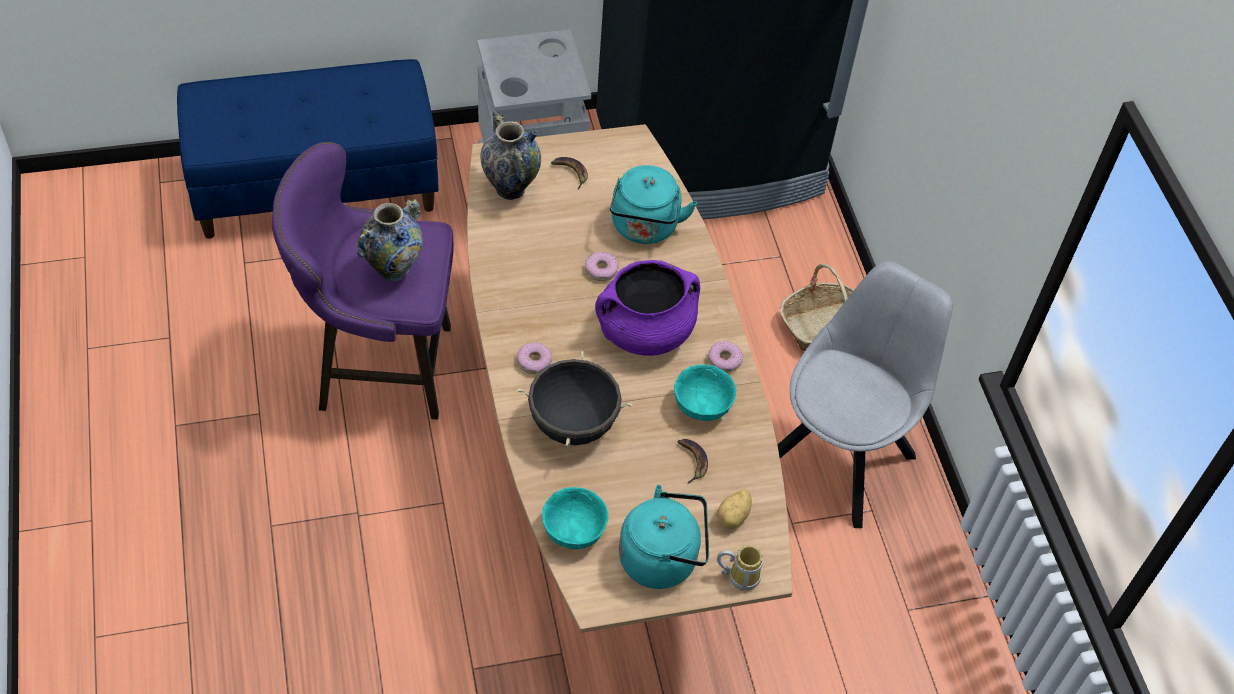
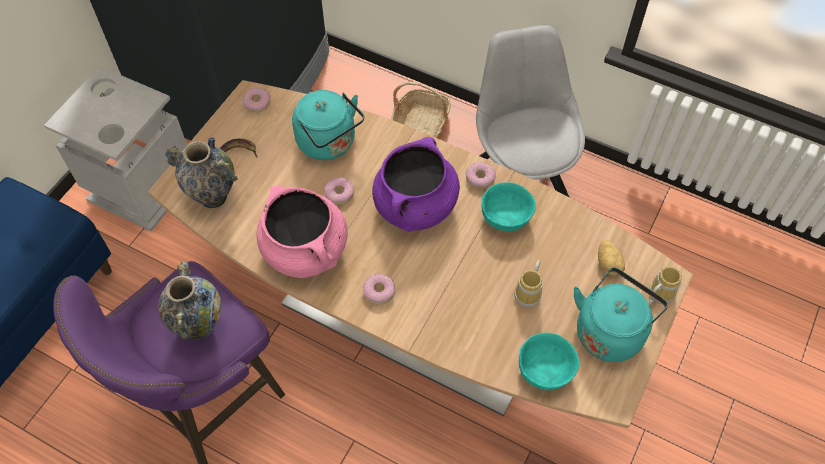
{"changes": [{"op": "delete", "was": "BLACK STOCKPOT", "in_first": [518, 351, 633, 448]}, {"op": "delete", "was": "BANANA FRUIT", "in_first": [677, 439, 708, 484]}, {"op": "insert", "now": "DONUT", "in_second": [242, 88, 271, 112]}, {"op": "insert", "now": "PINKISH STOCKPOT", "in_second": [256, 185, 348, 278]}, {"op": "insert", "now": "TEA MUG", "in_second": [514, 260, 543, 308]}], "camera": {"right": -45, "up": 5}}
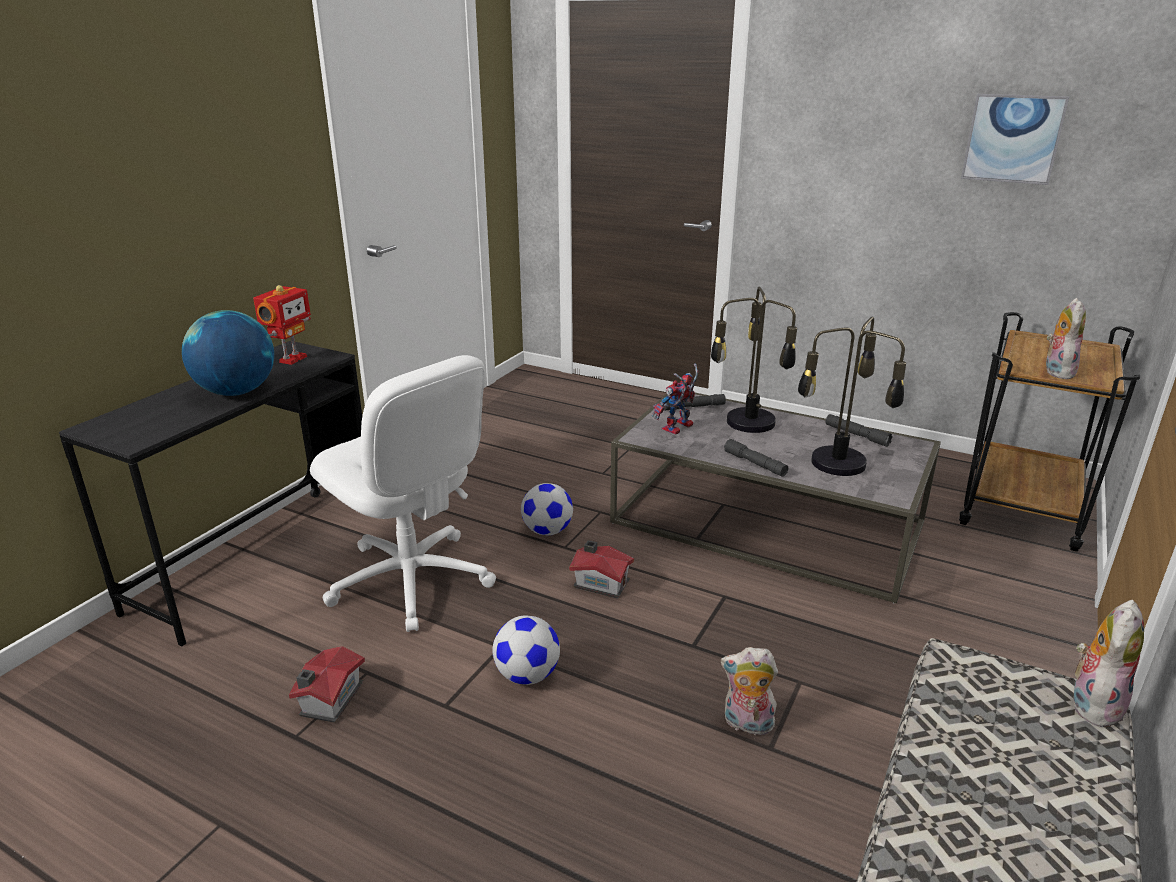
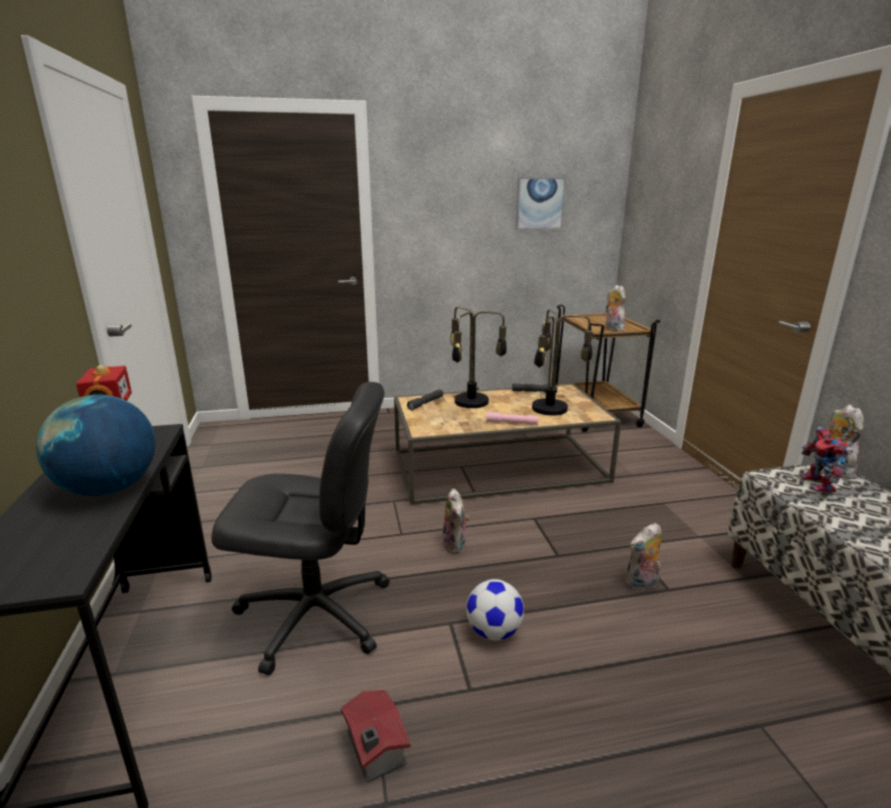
{"changes": [{"op": "recolor", "was": "WHITE COMPUTER CHAIR", "now": "BLACK COMPUTER CHAIR", "in_first": [310, 355, 496, 632], "in_second": [212, 382, 390, 676]}, {"op": "delete", "was": "FOOTBALL BALL", "in_first": [521, 483, 573, 535]}, {"op": "replace", "was": "TOY HOUSE", "now": "SOFT TOY", "in_first": [569, 540, 634, 598], "in_second": [442, 488, 470, 554]}, {"op": "recolor", "was": "GRAY COFFEE TABLE", "now": "BROWN COFFEE TABLE", "in_first": [610, 393, 941, 603], "in_second": [394, 384, 621, 505]}, {"op": "move", "was": "MODEL ROBOT", "in_first": [652, 363, 698, 434], "in_second": [800, 415, 861, 492]}, {"op": "recolor", "was": "GRAY FLASHLIGHT", "now": "PINKISH FLASHLIGHT", "in_first": [724, 439, 788, 477], "in_second": [486, 412, 538, 425]}], "camera": {"right": -40, "up": -5}}
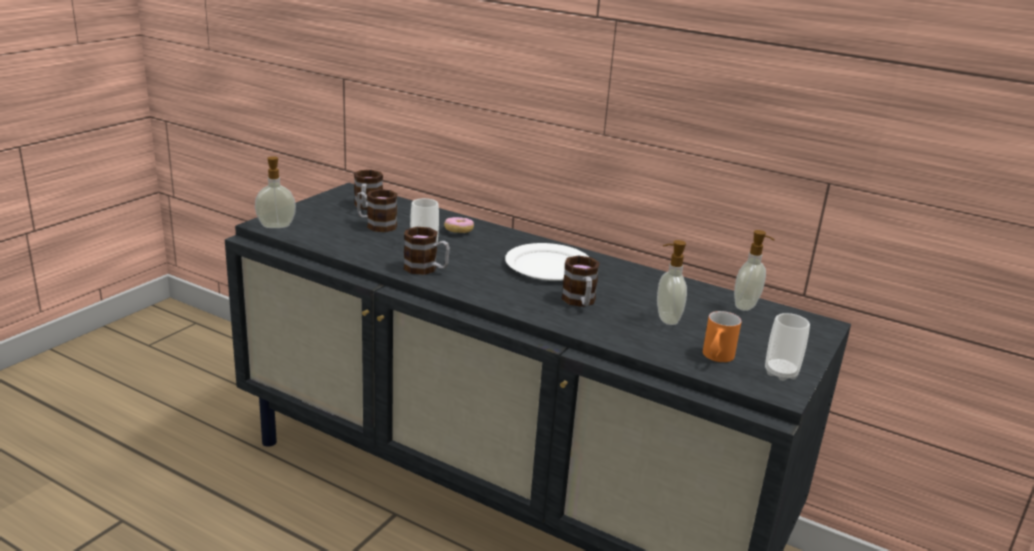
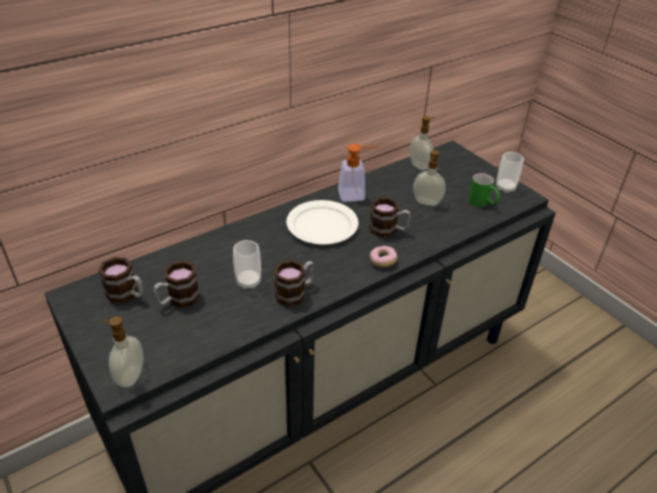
{"changes": [{"op": "move", "was": "DONUT", "in_first": [444, 217, 474, 233], "in_second": [370, 246, 397, 267]}, {"op": "recolor", "was": "ORANGE-COLOURED TEA MUG", "now": "GREENISH TEA MUG", "in_first": [703, 311, 742, 362], "in_second": [468, 173, 500, 207]}, {"op": "insert", "now": "LIQUID SOAP BOTTLE", "in_second": [338, 144, 379, 202]}], "camera": {"right": -65, "up": 15}}
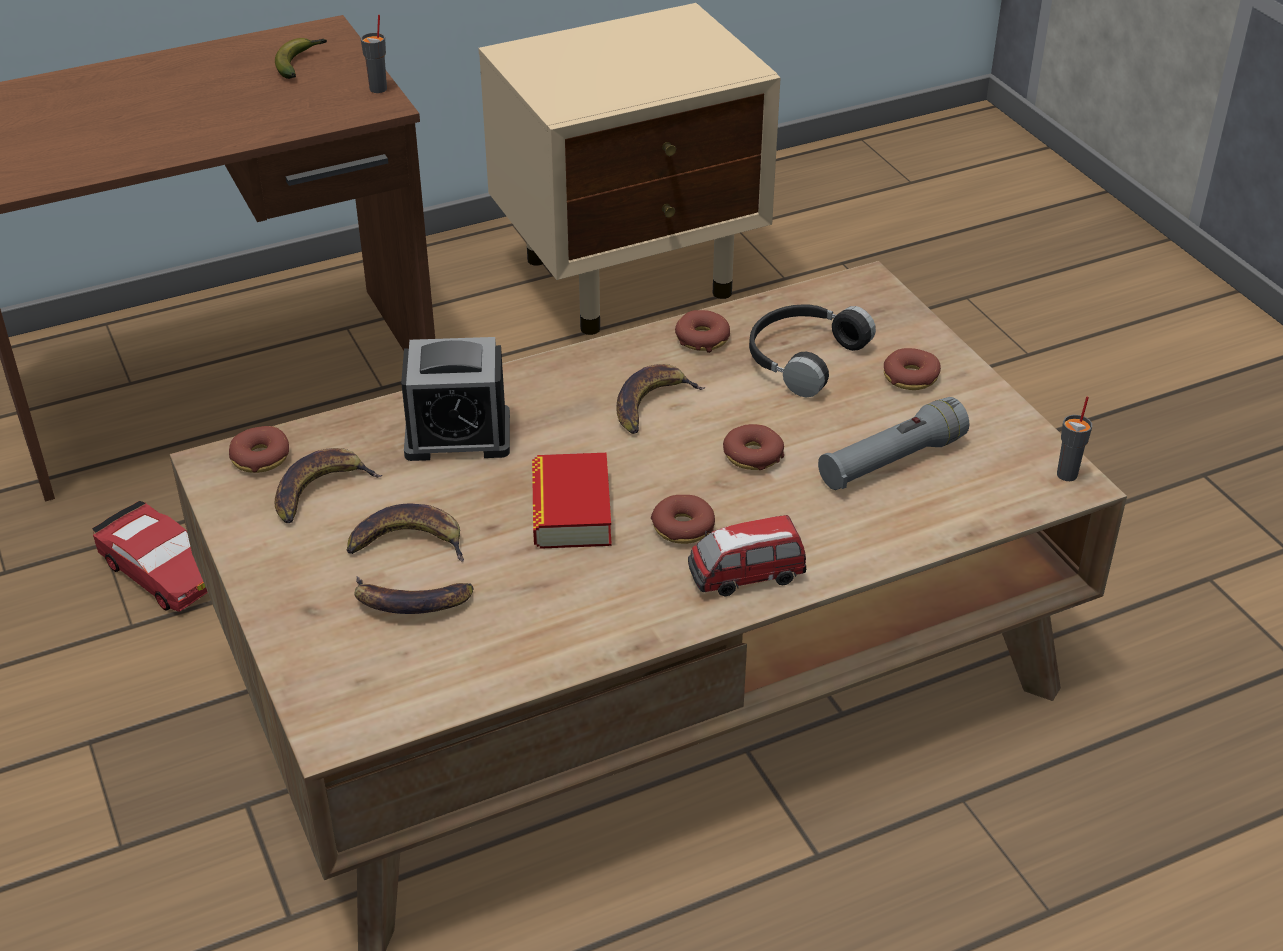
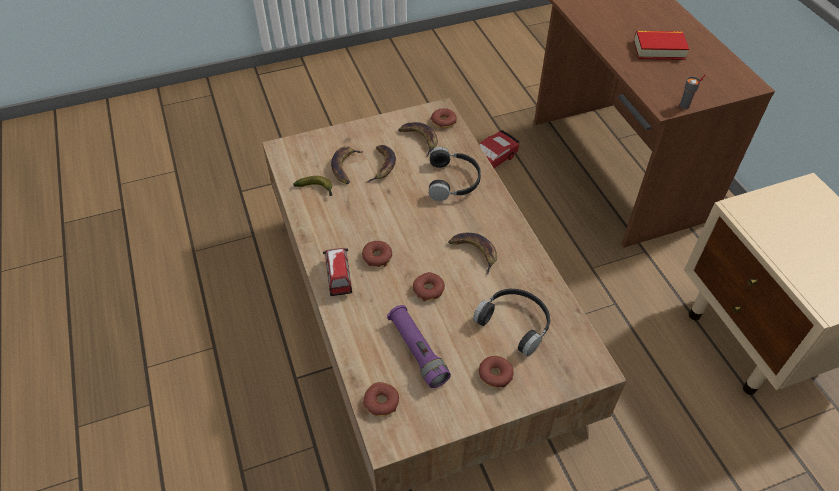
{"changes": [{"op": "move", "was": "BANANA FRUIT", "in_first": [275, 38, 327, 79], "in_second": [293, 176, 332, 196]}, {"op": "replace", "was": "TABLE CLOCK", "now": "BLACK HEADSET", "in_first": [401, 337, 510, 461], "in_second": [429, 147, 481, 201]}, {"op": "move", "was": "BOUND BOOK", "in_first": [532, 453, 612, 549], "in_second": [634, 31, 689, 60]}, {"op": "move", "was": "DONUT", "in_first": [675, 310, 730, 353], "in_second": [363, 382, 399, 417]}, {"op": "recolor", "was": "GRAY FLASHLIGHT", "now": "PURPLE FLASHLIGHT", "in_first": [818, 397, 969, 490], "in_second": [387, 305, 451, 388]}, {"op": "delete", "was": "GRAY SMALL CUP", "in_first": [1057, 397, 1092, 481]}], "camera": {"right": 95, "up": 10}}
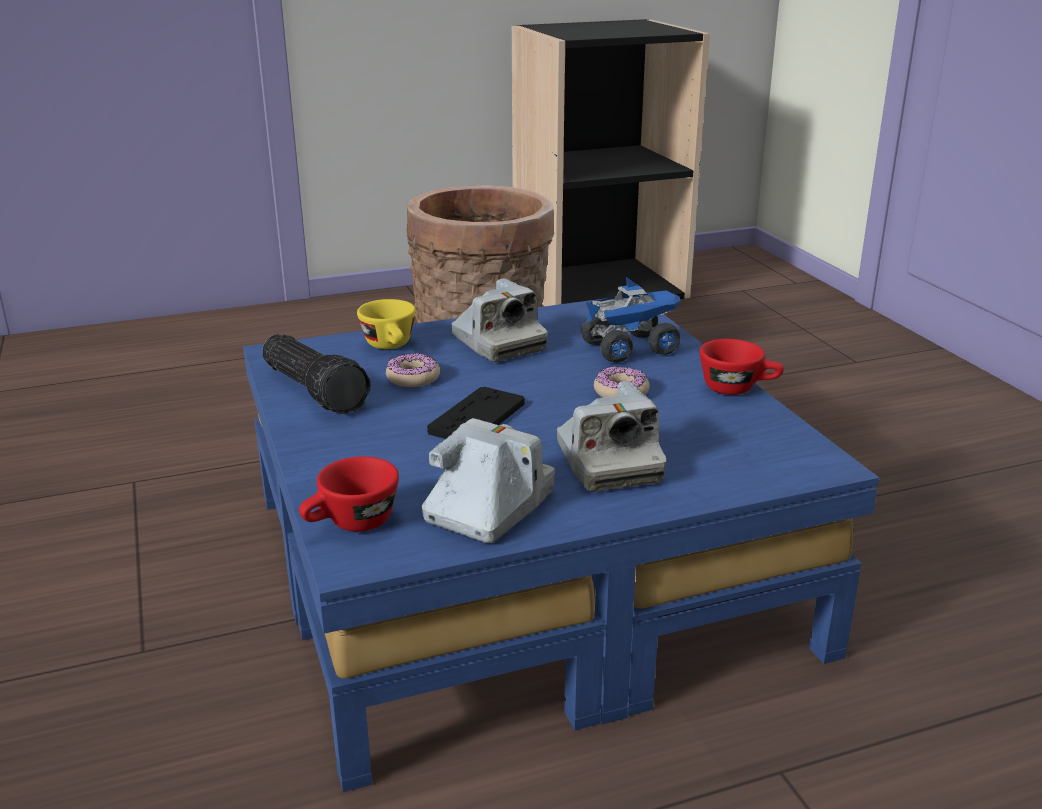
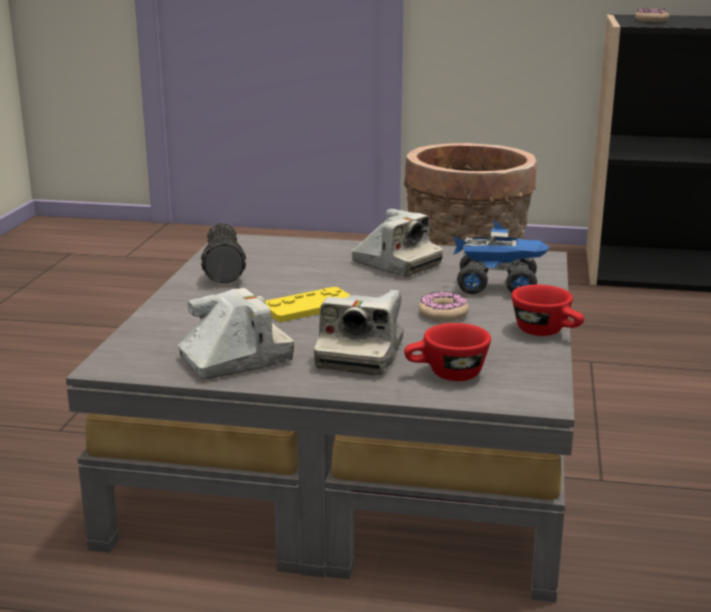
{"changes": [{"op": "recolor", "was": "BLUISH COFFEE TABLE", "now": "GRAY COFFEE TABLE", "in_first": [243, 298, 879, 792], "in_second": [66, 234, 574, 602]}, {"op": "move", "was": "RED-COLOURED SMALL CUP", "in_first": [299, 456, 399, 532], "in_second": [404, 323, 491, 381]}, {"op": "delete", "was": "YELLOWISH SMALL CUP", "in_first": [357, 299, 416, 349]}, {"op": "move", "was": "DONUT", "in_first": [386, 353, 440, 387], "in_second": [635, 8, 669, 22]}, {"op": "recolor", "was": "BLACK GAMEPAD", "now": "YELLOWISH GAMEPAD", "in_first": [427, 387, 524, 439], "in_second": [265, 287, 350, 322]}, {"op": "rotate", "was": "PHOTO CAMERA", "in_first": [451, 278, 547, 362], "in_second": [351, 209, 443, 277], "clockwise": -45}], "camera": {"right": 30, "up": -5}}
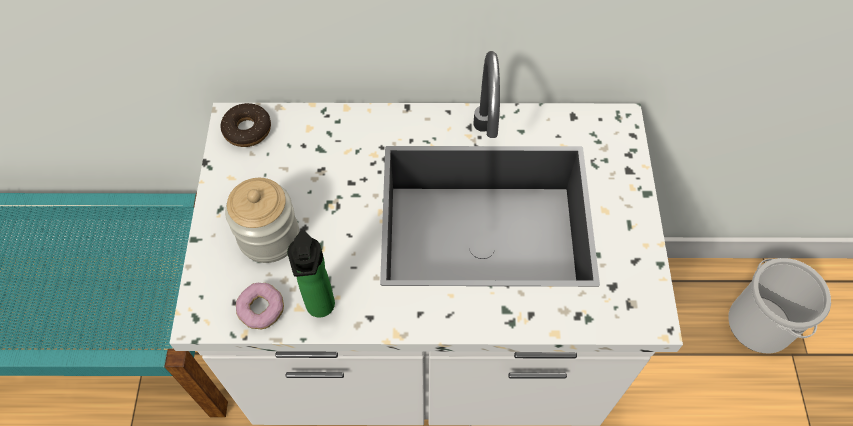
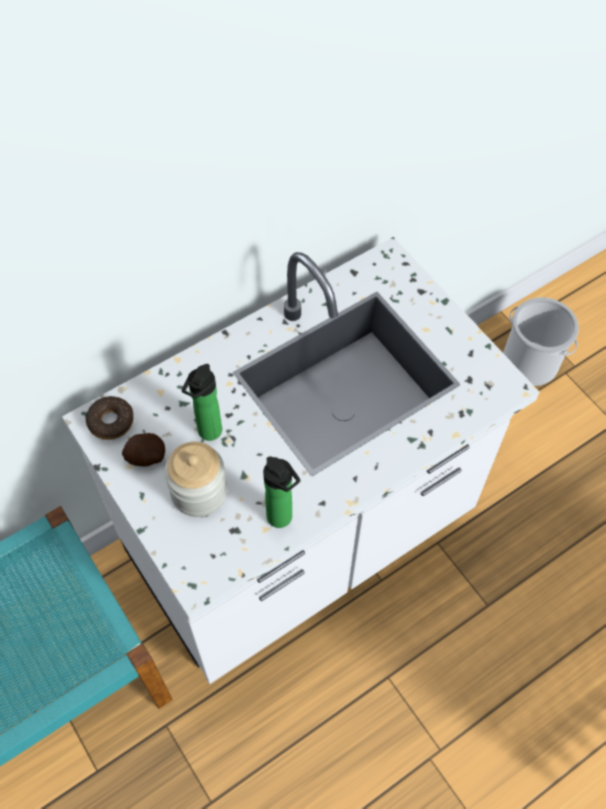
{"changes": [{"op": "delete", "was": "DONUT", "in_first": [236, 283, 284, 329]}, {"op": "insert", "now": "POTATO", "in_second": [122, 433, 165, 466]}, {"op": "insert", "now": "BEVERAGE BOTTLE", "in_second": [182, 364, 222, 441]}], "camera": {"right": -35, "up": 0}}
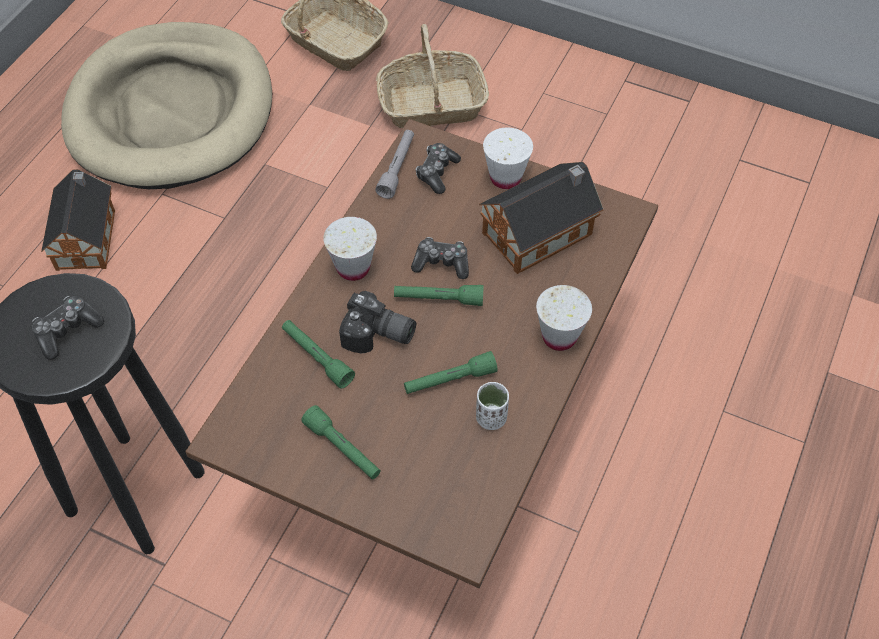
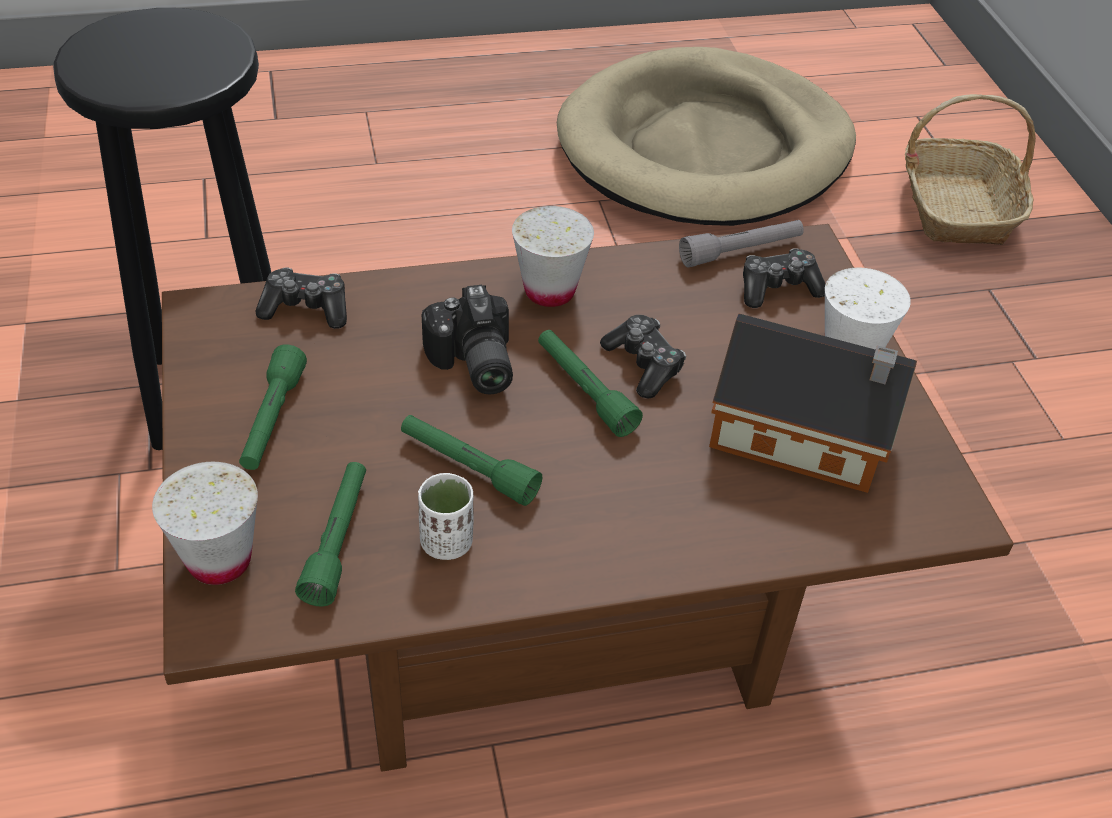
{"changes": [{"op": "move", "was": "GAMEPAD", "in_first": [32, 296, 104, 360], "in_second": [256, 268, 347, 329]}, {"op": "delete", "was": "TOY HOUSE", "in_first": [41, 169, 115, 271]}, {"op": "move", "was": "GREENISH FLASHLIGHT", "in_first": [282, 320, 355, 389], "in_second": [295, 462, 366, 607]}, {"op": "delete", "was": "BASKET", "in_first": [376, 24, 489, 128]}, {"op": "move", "was": "WHITE SMALL CUP", "in_first": [536, 285, 592, 351], "in_second": [152, 462, 258, 585]}], "camera": {"right": 50, "up": -10}}
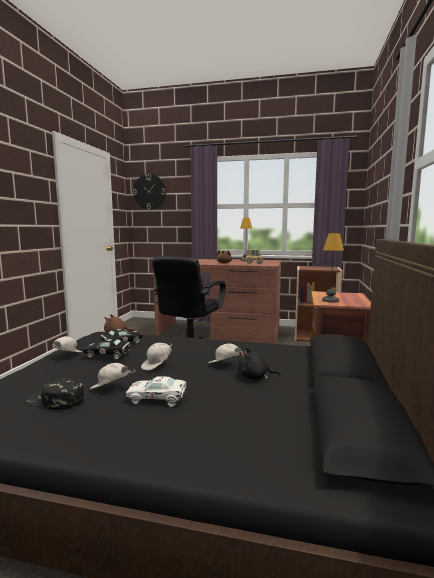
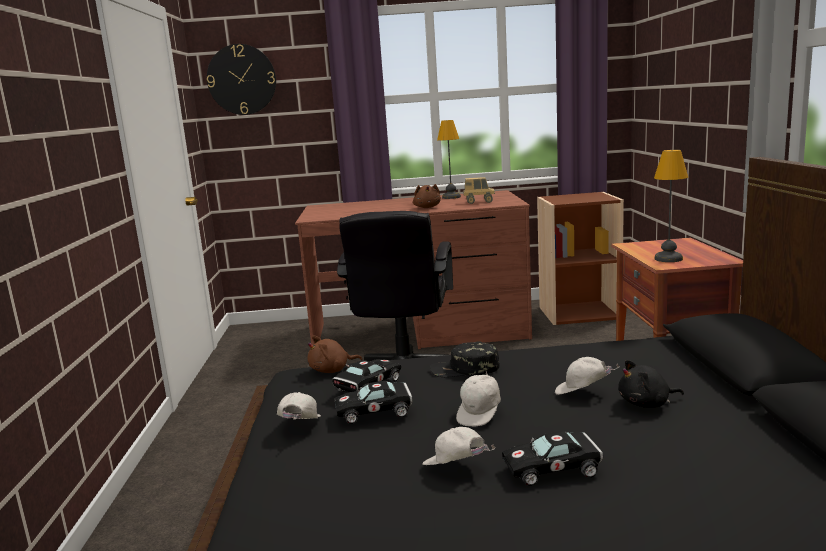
{"changes": [{"op": "move", "was": "BLACK CAP", "in_first": [27, 378, 85, 410], "in_second": [430, 341, 500, 377]}, {"op": "rotate", "was": "WHITE CAP", "in_first": [90, 363, 136, 389], "in_second": [422, 427, 496, 465], "clockwise": 45}, {"op": "recolor", "was": "WHITE TOY CAR", "now": "BLACK TOY CAR", "in_first": [126, 376, 186, 407], "in_second": [502, 431, 603, 486]}], "camera": {"right": -15, "up": 5}}
